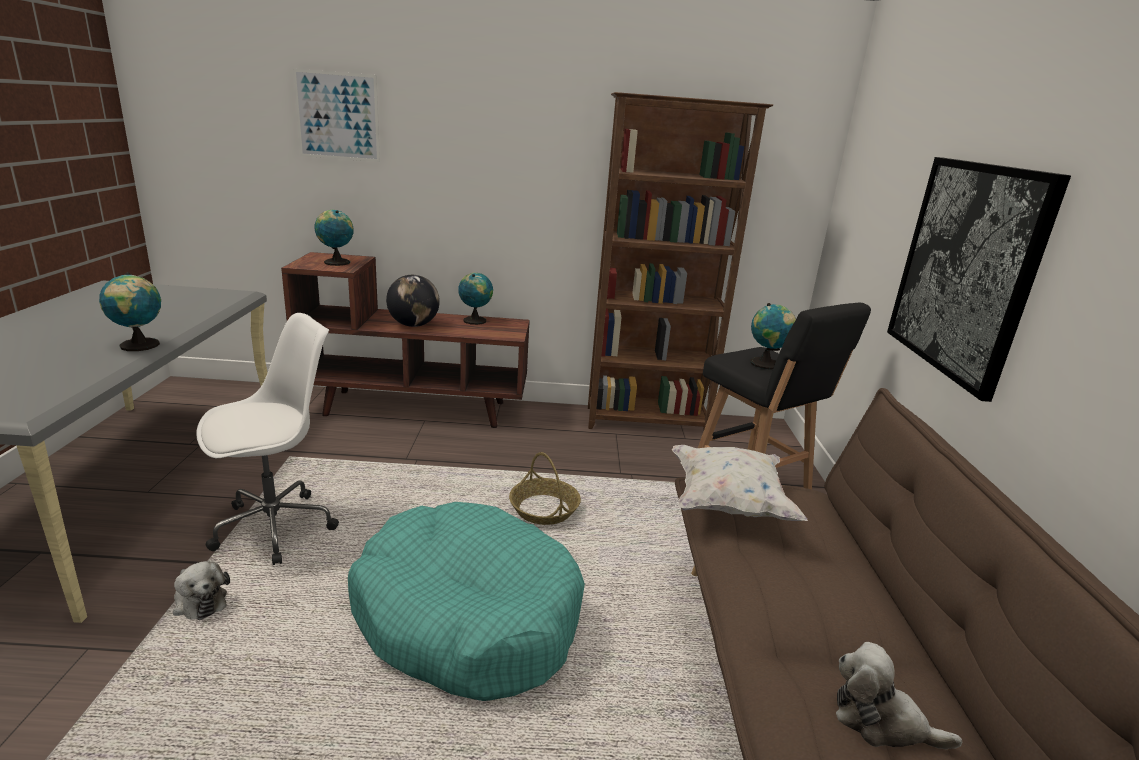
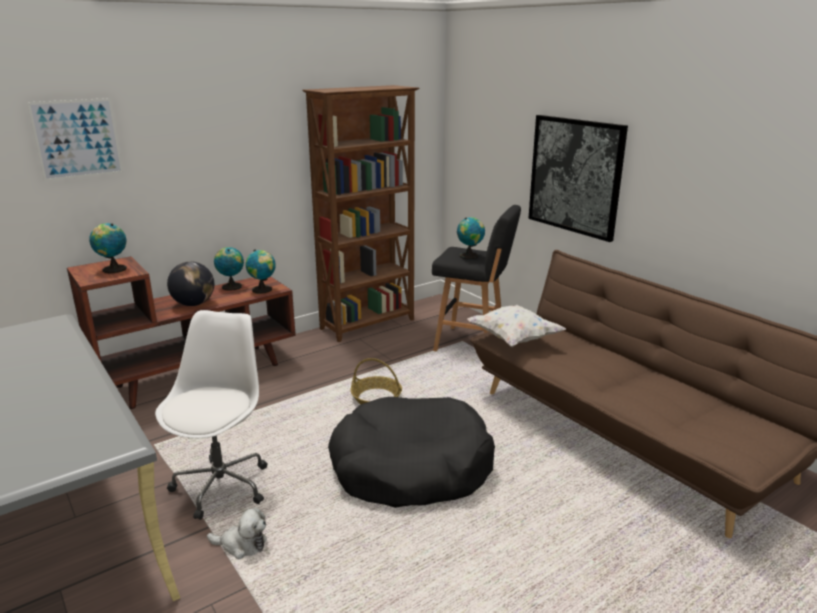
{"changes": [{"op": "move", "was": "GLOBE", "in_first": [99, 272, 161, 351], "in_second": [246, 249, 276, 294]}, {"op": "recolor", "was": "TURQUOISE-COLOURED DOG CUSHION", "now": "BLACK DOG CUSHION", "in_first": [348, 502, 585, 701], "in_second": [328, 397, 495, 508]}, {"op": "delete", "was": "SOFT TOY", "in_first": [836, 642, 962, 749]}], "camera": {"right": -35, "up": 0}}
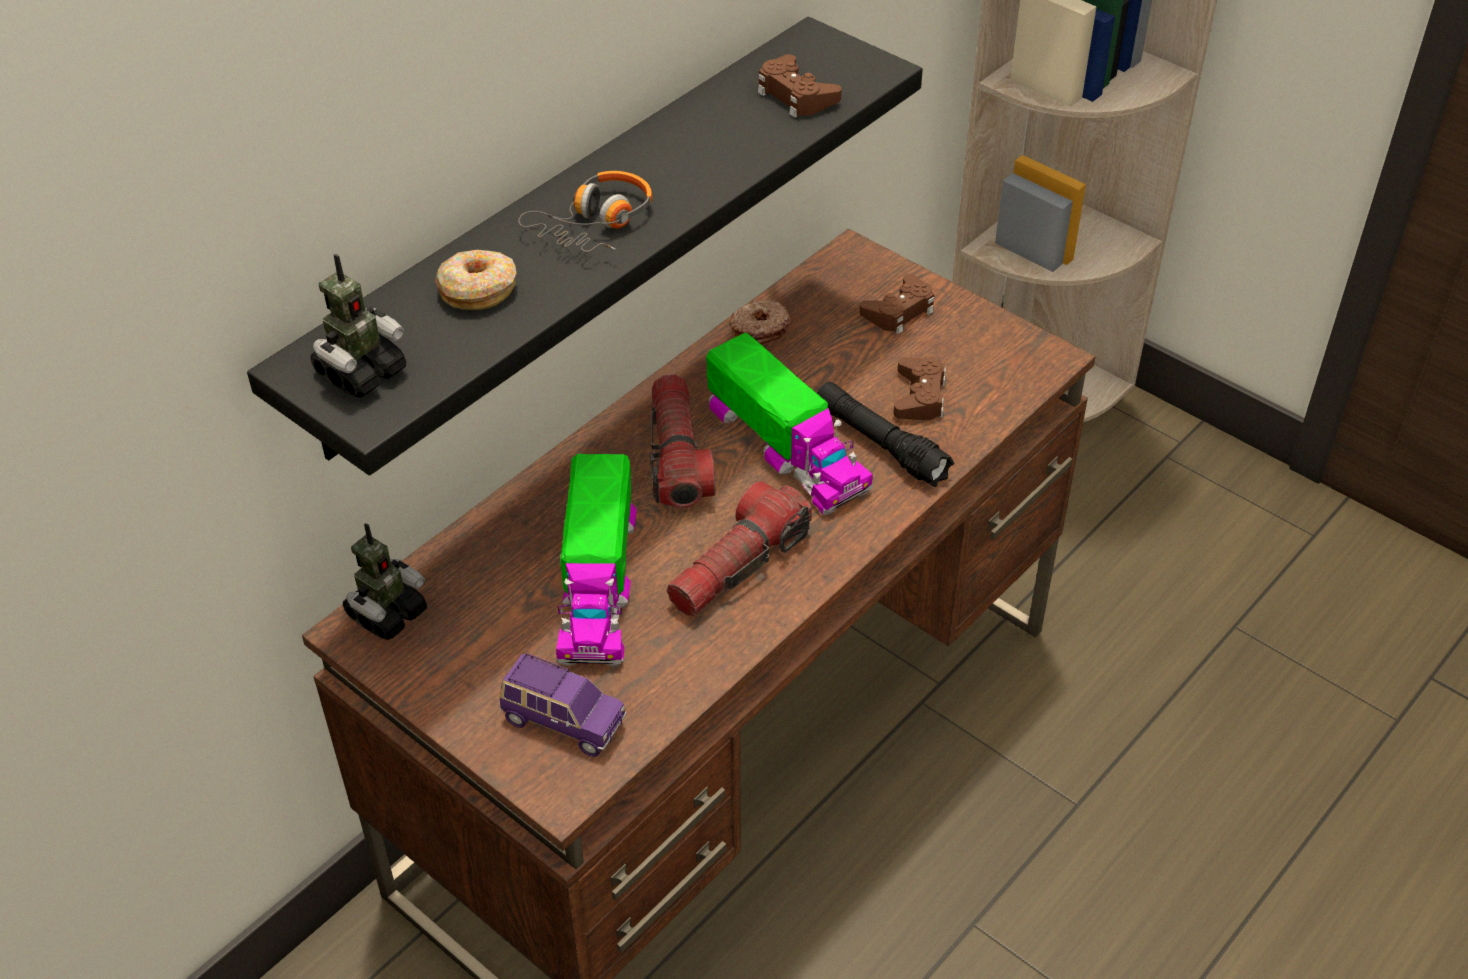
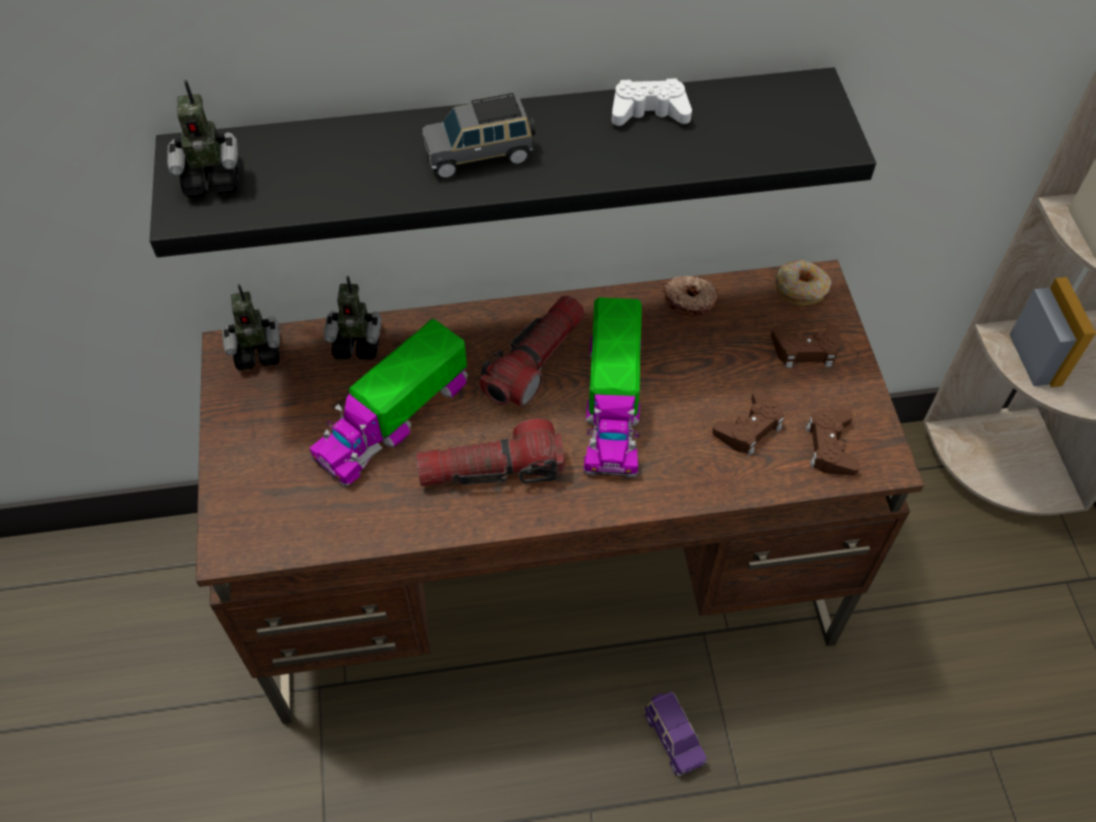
{"changes": [{"op": "move", "was": "DONUT", "in_first": [435, 250, 517, 310], "in_second": [775, 260, 832, 306]}, {"op": "move", "was": "PURPLE TOY CAR", "in_first": [500, 653, 626, 757], "in_second": [645, 691, 707, 776]}, {"op": "replace", "was": "HEADSET", "now": "GRAY TOY CAR", "in_first": [518, 171, 653, 252], "in_second": [422, 93, 535, 178]}, {"op": "move", "was": "BROWN GAMEPAD", "in_first": [758, 54, 842, 118], "in_second": [806, 410, 860, 476]}, {"op": "delete", "was": "BLACK FLASHLIGHT", "in_first": [817, 382, 954, 487]}, {"op": "insert", "now": "MODEL ROBOT", "in_second": [324, 276, 382, 359]}, {"op": "insert", "now": "WHITE GAMEPAD", "in_second": [612, 78, 692, 126]}], "camera": {"right": 40, "up": 10}}
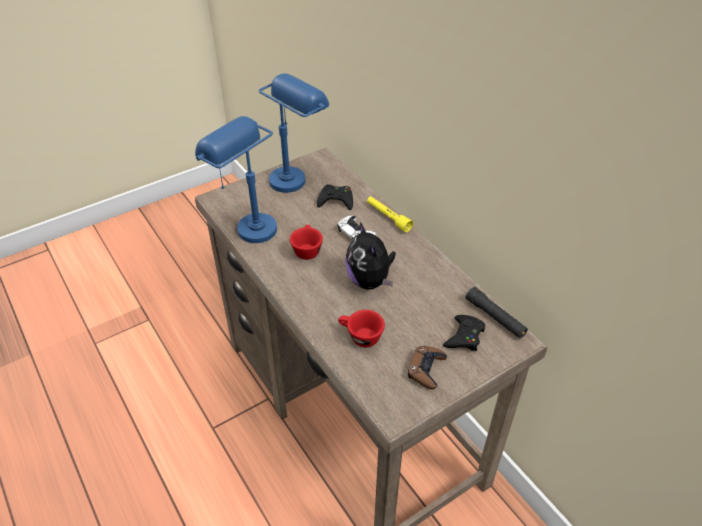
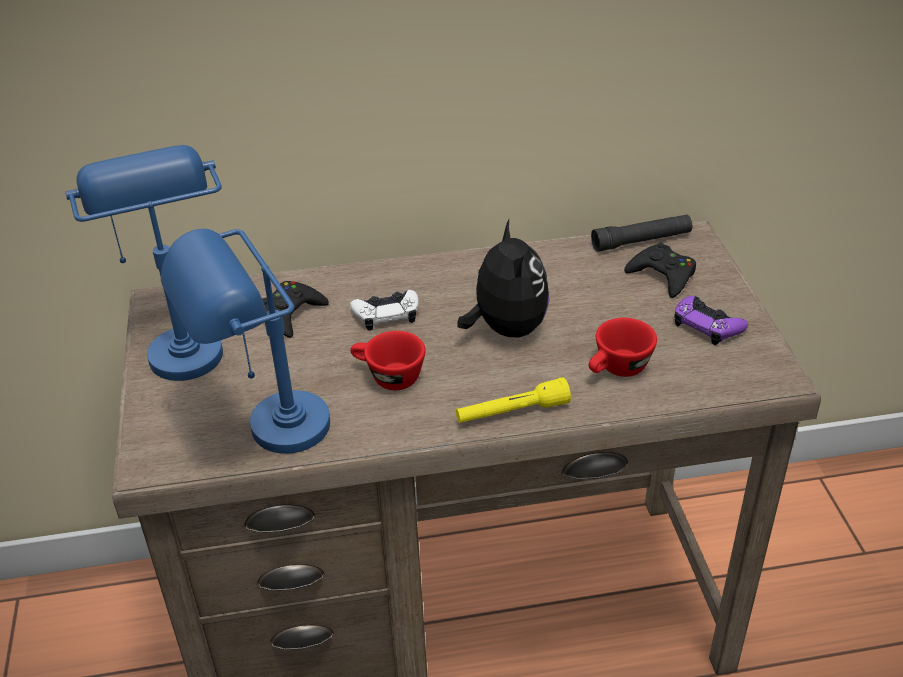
{"changes": [{"op": "rotate", "was": "SOFT TOY", "in_first": [345, 222, 396, 289], "in_second": [457, 220, 549, 337], "clockwise": -105}, {"op": "move", "was": "YELLOWISH FLASHLIGHT", "in_first": [367, 196, 413, 232], "in_second": [456, 377, 571, 423]}, {"op": "recolor", "was": "BROWN GAMEPAD", "now": "PURPLE GAMEPAD", "in_first": [408, 346, 447, 389], "in_second": [674, 296, 748, 345]}], "camera": {"right": -65, "up": -5}}
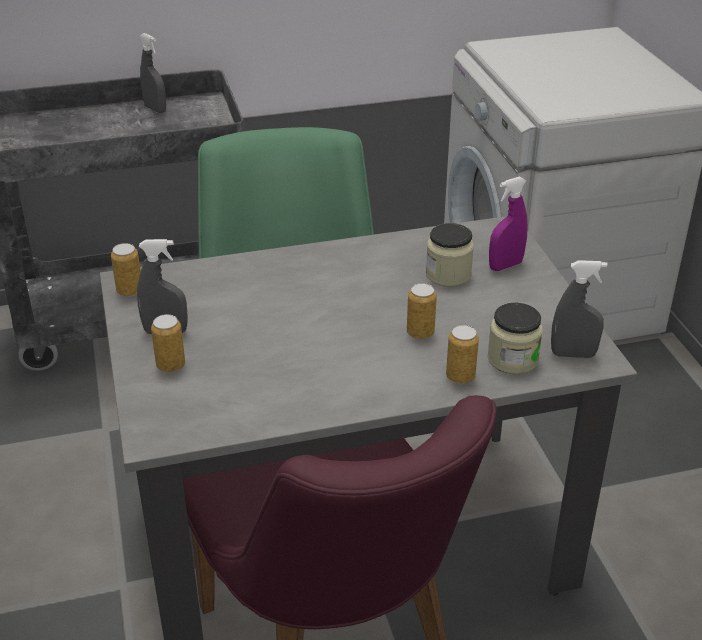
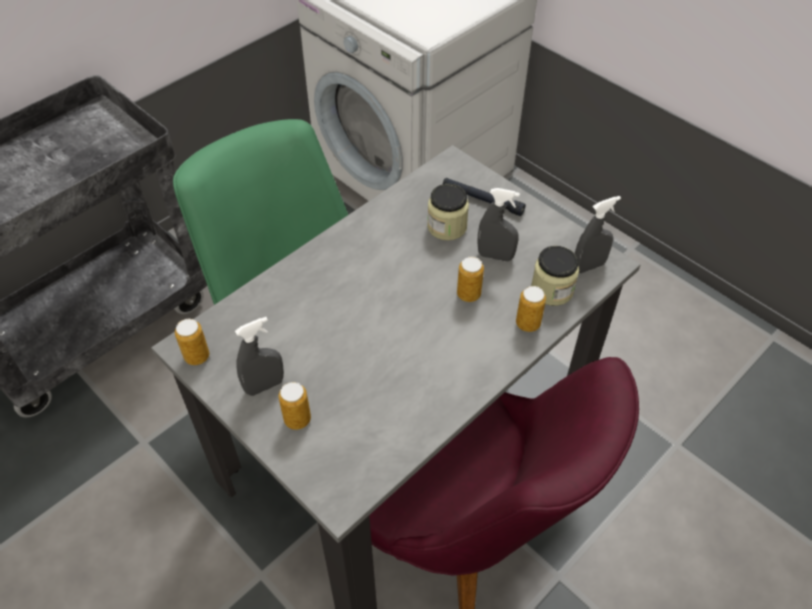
{"changes": [{"op": "move", "was": "GRAY HAND SPRAYER", "in_first": [140, 33, 166, 113], "in_second": [477, 188, 520, 261]}, {"op": "replace", "was": "PURPLE HAND SPRAYER", "now": "BLACK FLASHLIGHT", "in_first": [489, 176, 528, 271], "in_second": [443, 178, 526, 216]}], "camera": {"right": -30, "up": 15}}
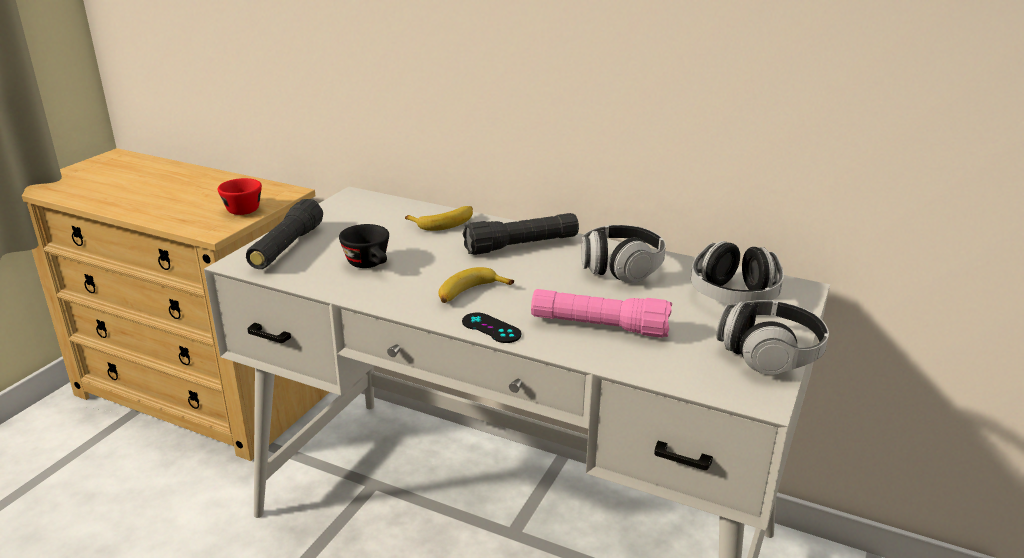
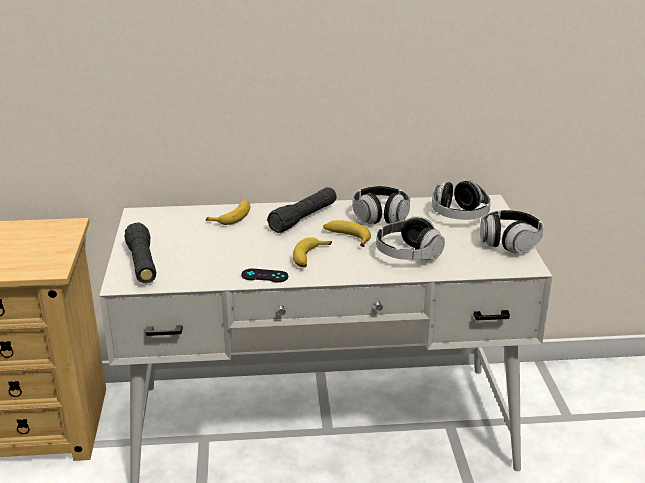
{"changes": [{"op": "delete", "was": "RED-COLOURED SMALL CUP", "in_first": [218, 178, 262, 215]}, {"op": "delete", "was": "BLACK SMALL CUP", "in_first": [339, 224, 389, 268]}, {"op": "move", "was": "BLACK GAMEPAD", "in_first": [462, 313, 521, 343], "in_second": [241, 269, 288, 283]}, {"op": "replace", "was": "PINKISH FLASHLIGHT", "now": "HEADSET", "in_first": [531, 289, 672, 338], "in_second": [376, 216, 445, 261]}, {"op": "insert", "now": "BANANA FRUIT", "in_second": [323, 220, 371, 247]}], "camera": {"right": -30, "up": 0}}
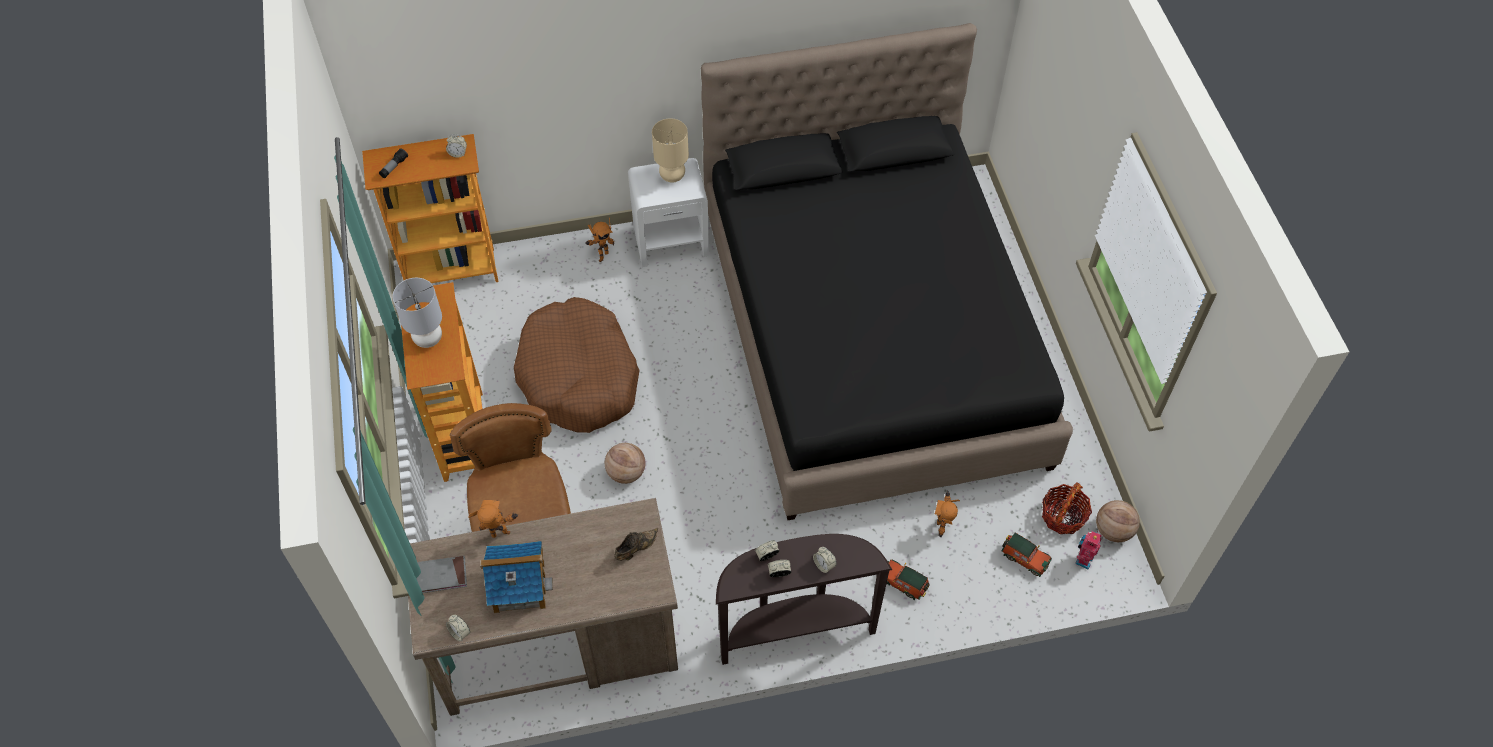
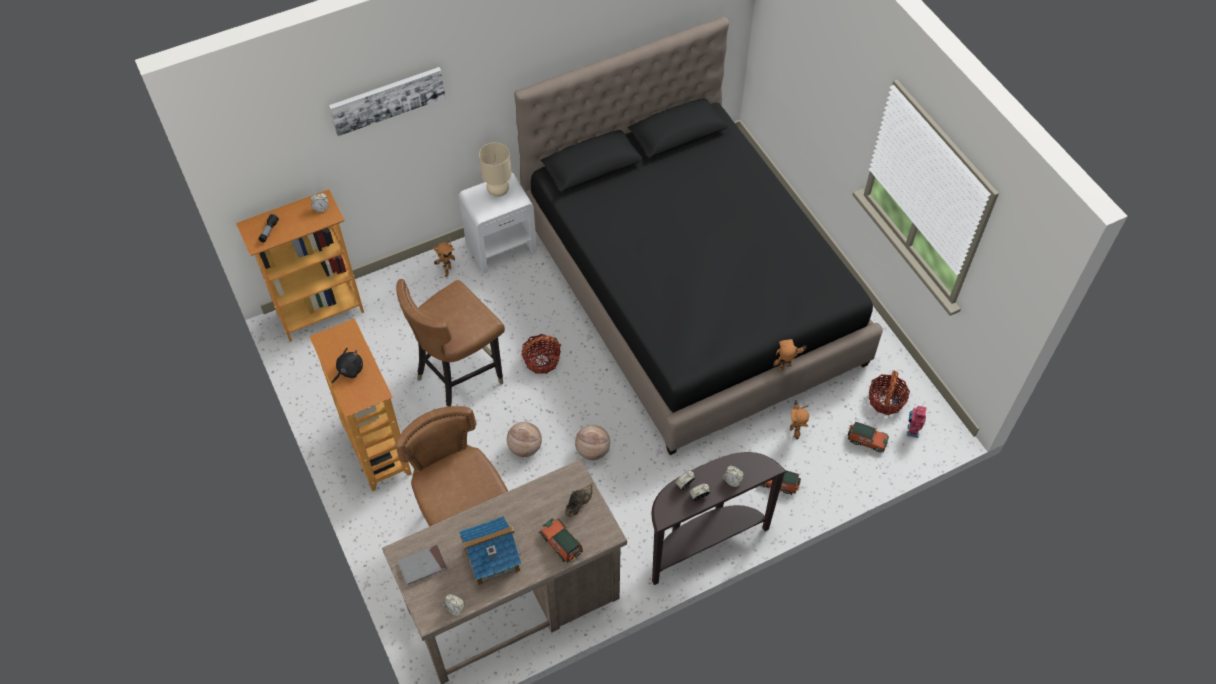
{"changes": [{"op": "replace", "was": "GRAY TABLE LAMP", "now": "BLACK SOFT TOY", "in_first": [392, 278, 442, 348], "in_second": [332, 348, 363, 384]}, {"op": "move", "was": "MODEL ROBOT", "in_first": [468, 500, 519, 538], "in_second": [773, 339, 807, 371]}, {"op": "replace", "was": "BROWN DOG CUSHION", "now": "BROWN UPRIGHT CHAIR", "in_first": [514, 297, 640, 433], "in_second": [396, 279, 505, 407]}, {"op": "move", "was": "BASKETBALL", "in_first": [1096, 500, 1140, 542], "in_second": [575, 425, 610, 460]}, {"op": "insert", "now": "WALL PICTURE", "in_second": [329, 67, 445, 136]}, {"op": "insert", "now": "BASKET", "in_second": [521, 334, 561, 374]}, {"op": "insert", "now": "TOY CAR", "in_second": [539, 518, 583, 563]}], "camera": {"right": -15, "up": 0}}
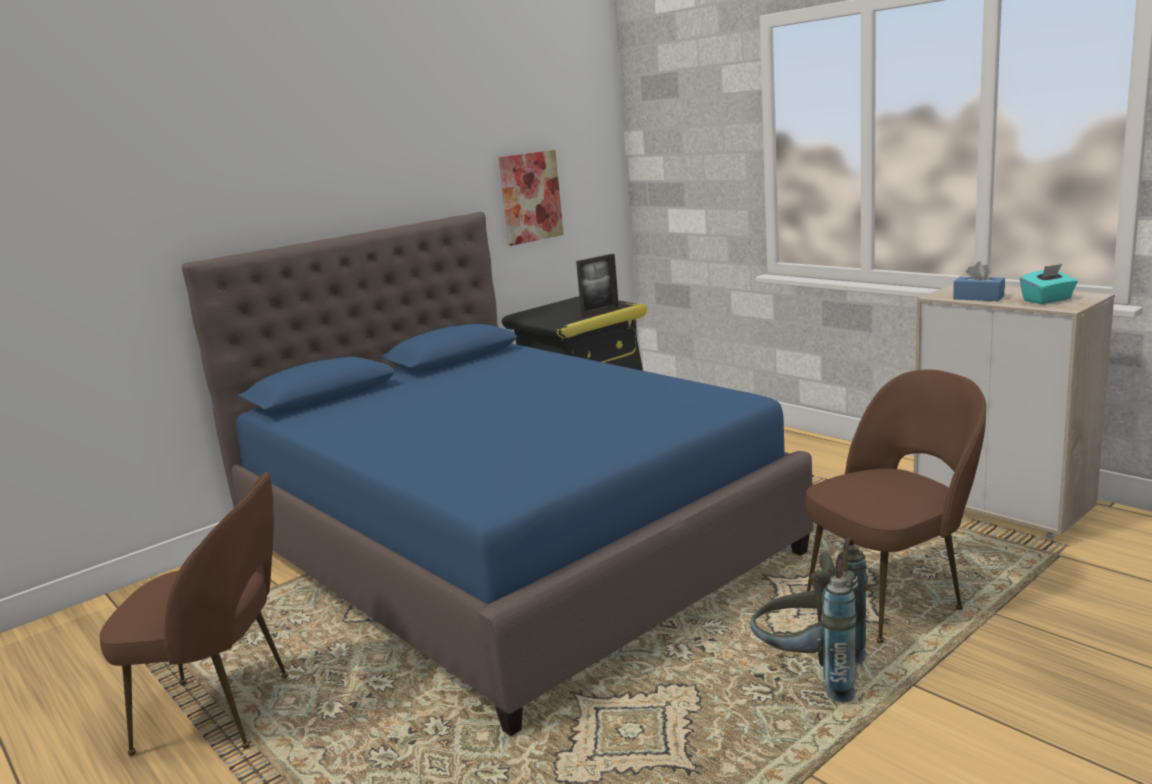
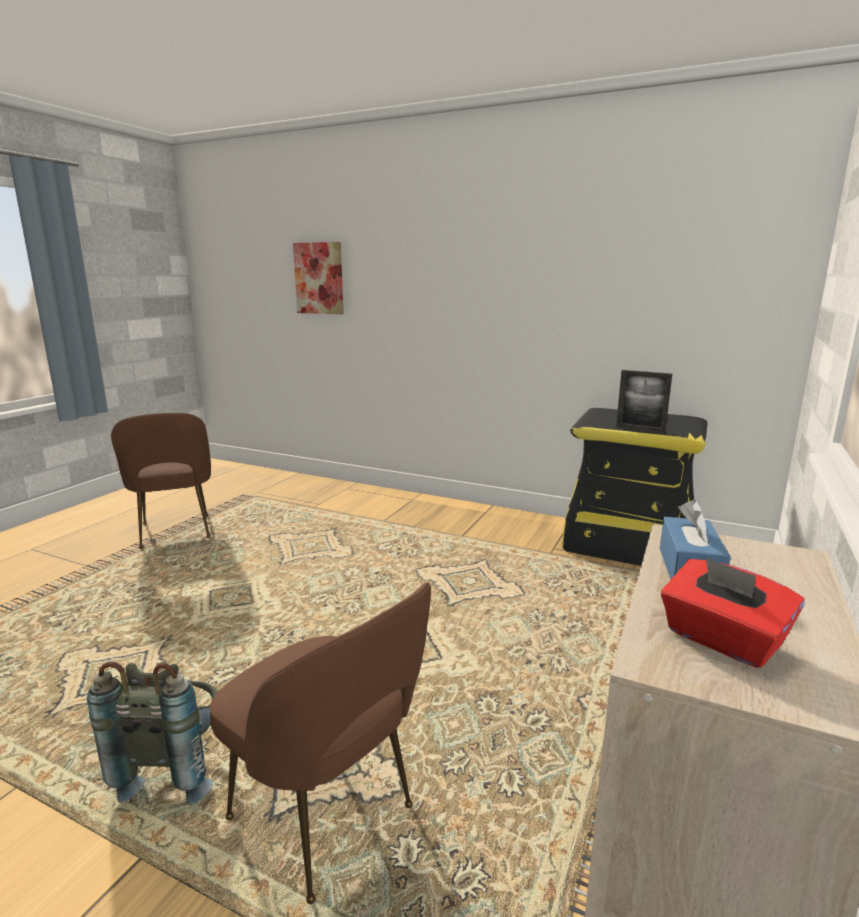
{"changes": [{"op": "delete", "was": "BLUISH SLEEPING BED", "in_first": [182, 212, 814, 736]}, {"op": "move", "was": "WALL PICTURE", "in_first": [499, 150, 564, 246], "in_second": [293, 242, 344, 314]}, {"op": "recolor", "was": "TURQUOISE-COLOURED BOX OF TISSUES", "now": "RED-COLOURED BOX OF TISSUES", "in_first": [1020, 264, 1078, 304], "in_second": [661, 556, 805, 669]}], "camera": {"right": 65, "up": 0}}
